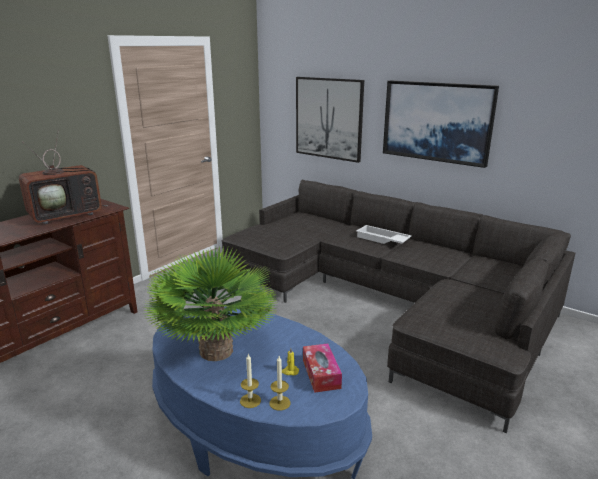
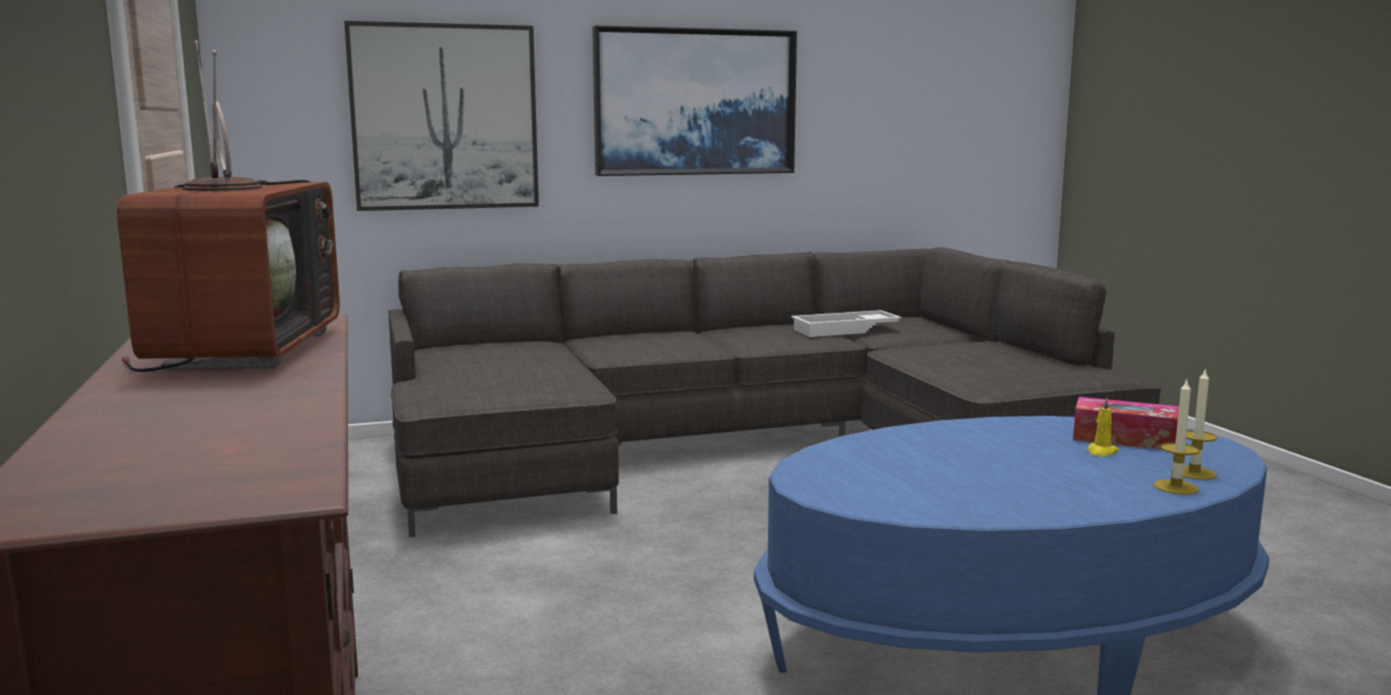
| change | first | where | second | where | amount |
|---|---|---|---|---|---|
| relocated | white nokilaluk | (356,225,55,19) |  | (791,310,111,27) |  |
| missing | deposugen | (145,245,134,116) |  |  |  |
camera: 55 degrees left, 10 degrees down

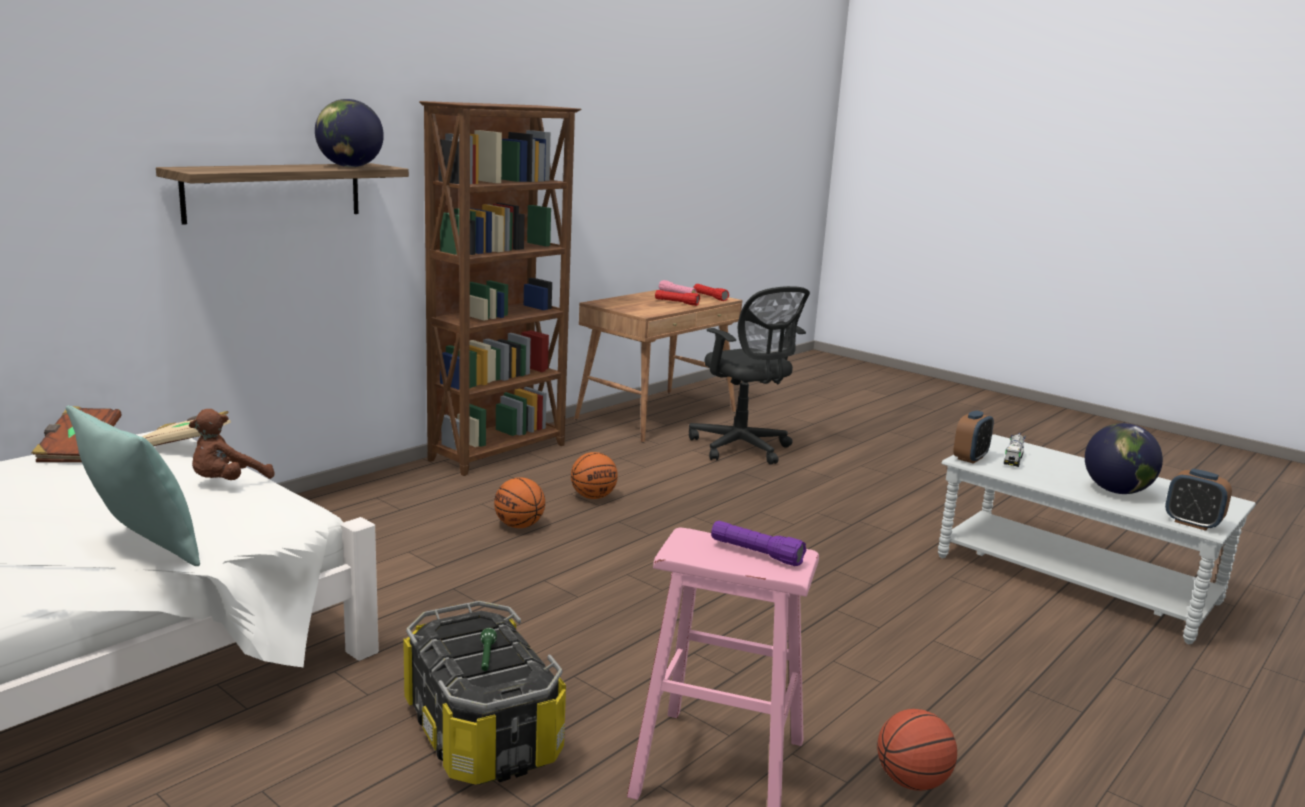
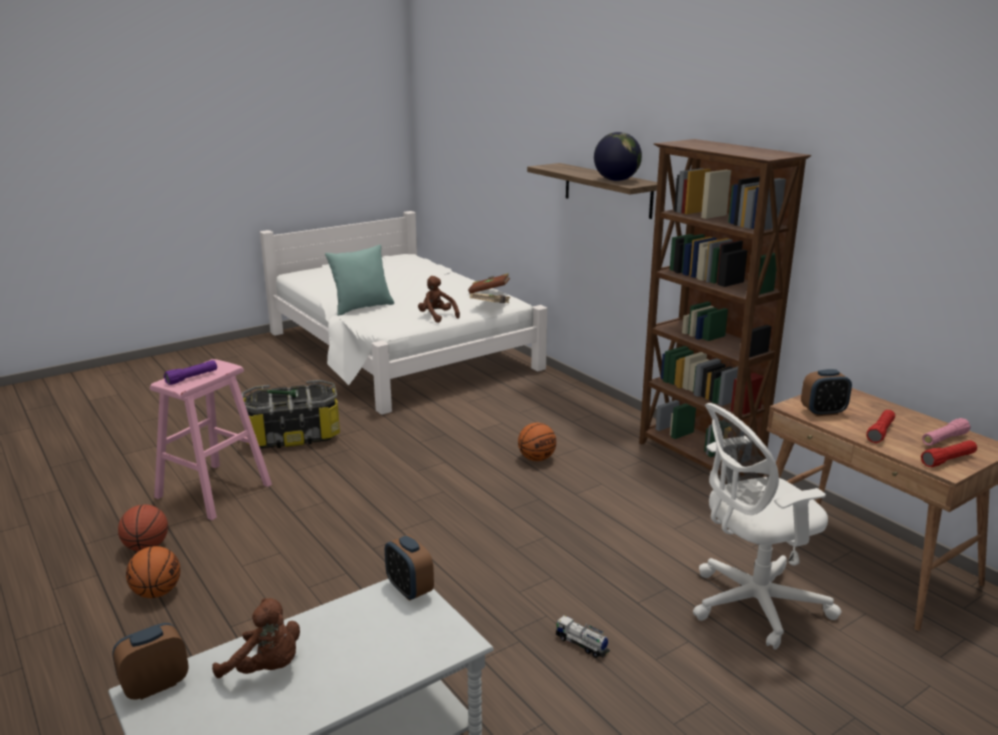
| change | first | where | second | where | amount |
|---|---|---|---|---|---|
| relocated | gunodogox | (571,452,47,47) |  | (126,546,54,52) |  |
| exchanged | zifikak | (1085,423,78,71) | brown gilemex | (212,598,88,80) |  |
| relocated | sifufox | (1004,433,22,34) |  | (556,615,54,43) |  |
| colour | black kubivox | (689,286,121,179) | white kubivox | (693,403,148,247) |  |
| appeared |  |  | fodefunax | (801,369,51,47) |  |
camera: 105 degrees right, 5 degrees up

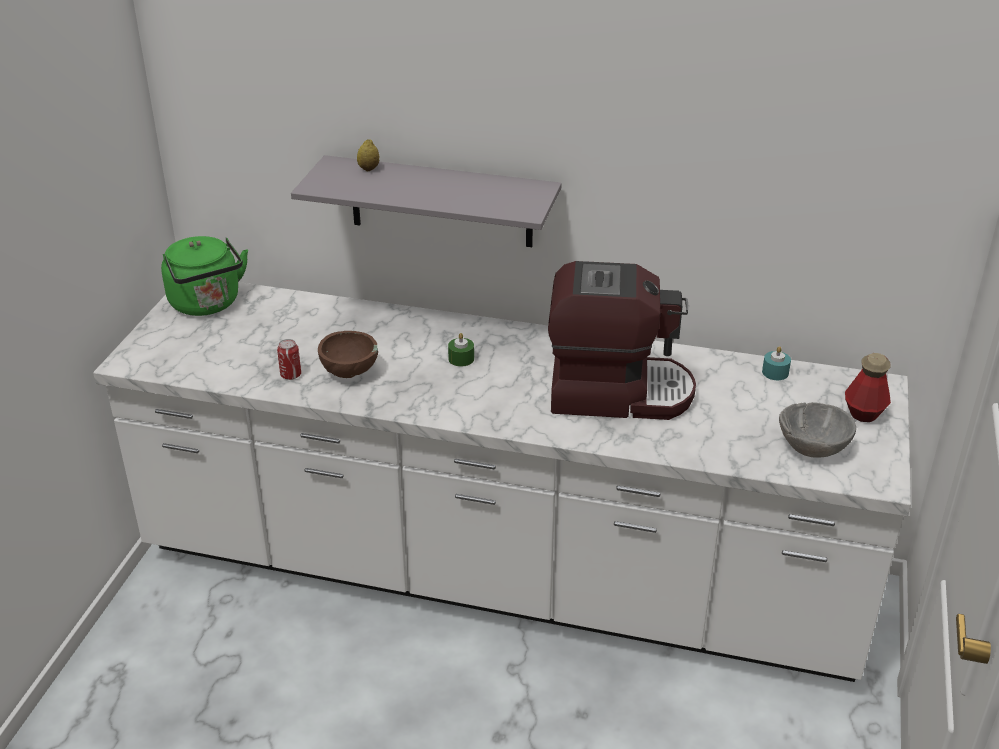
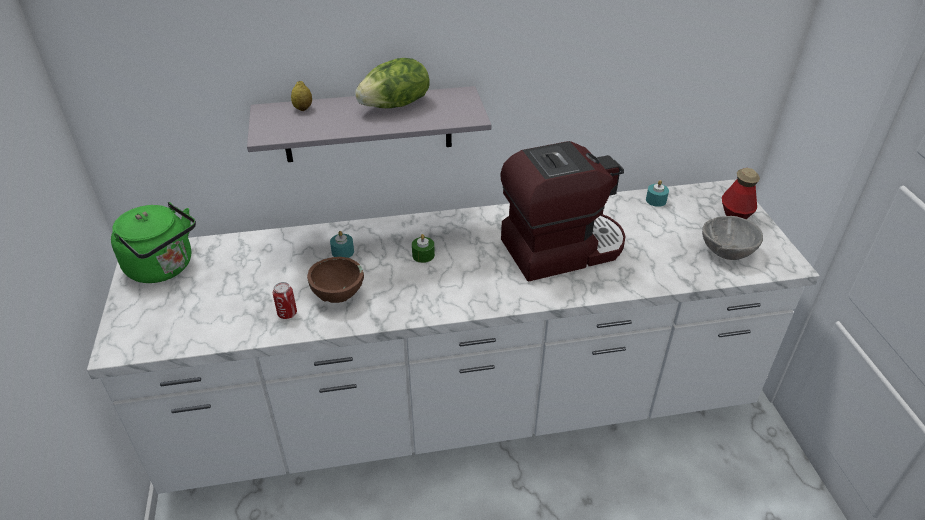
| change | first | where | second | where | amount |
|---|---|---|---|---|---|
| appeared |  |  | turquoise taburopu | (330,231,24,27) |  |
| appeared |  |  | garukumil | (355,58,75,50) |  |
camera: 25 degrees left, 5 degrees up

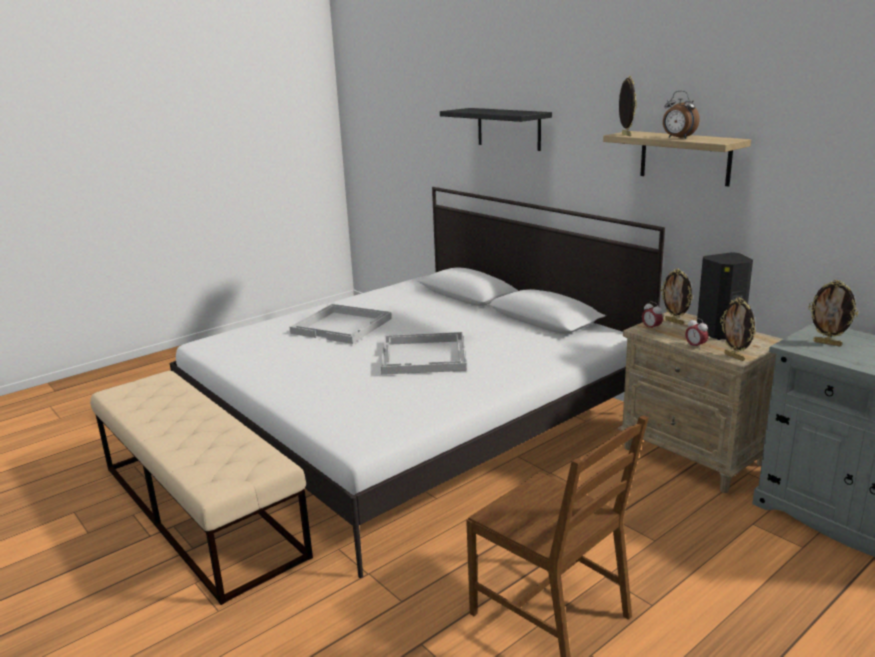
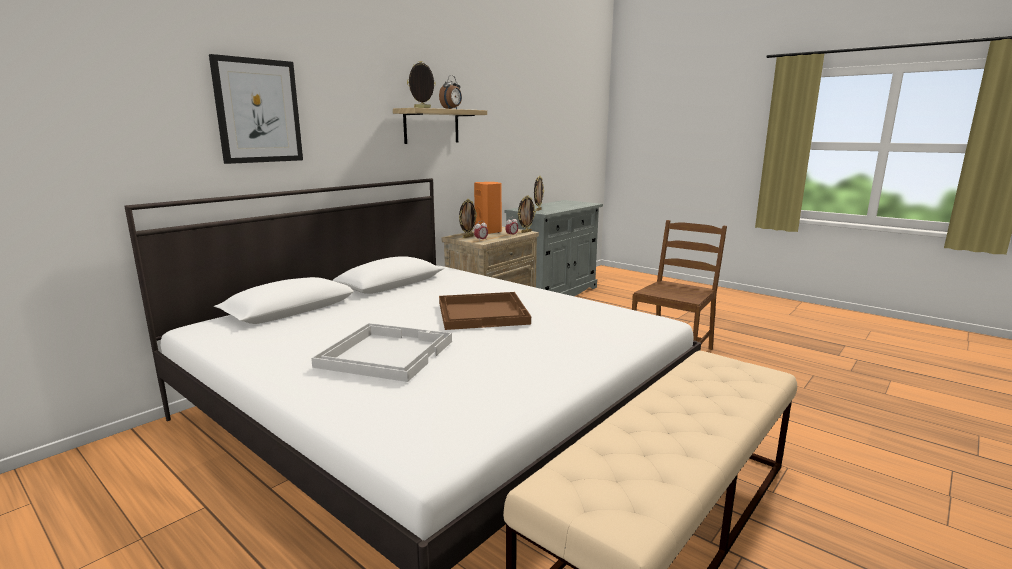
| change | first | where | second | where | amount |
|---|---|---|---|---|---|
| exchanged | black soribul | (440,108,112,43) | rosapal | (209,54,94,110) |  |
| colour | white nokilaluk | (381,332,86,43) | brown nokilaluk | (439,292,92,38) |  |
| colour | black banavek | (697,252,56,88) | orange banavek | (474,182,28,52) |  |
camera: 100 degrees left, 5 degrees down

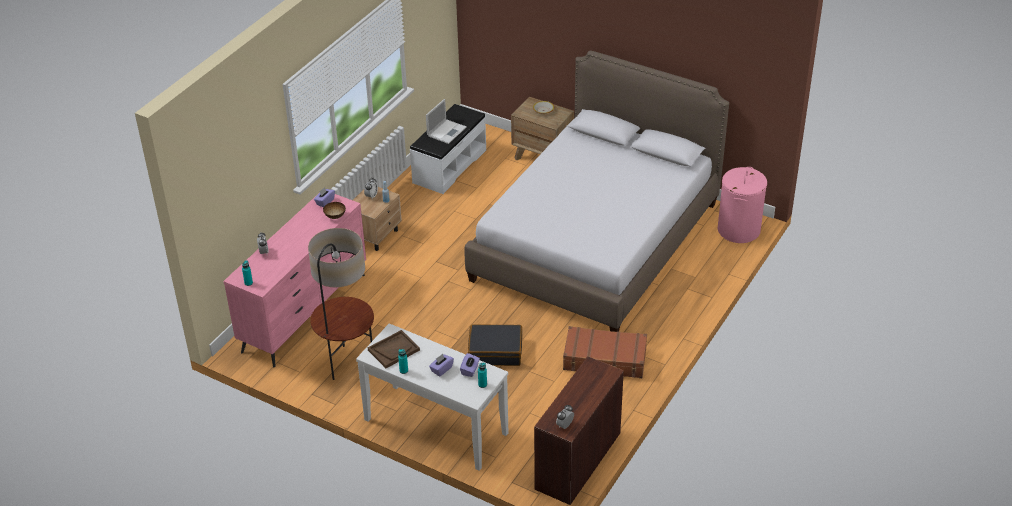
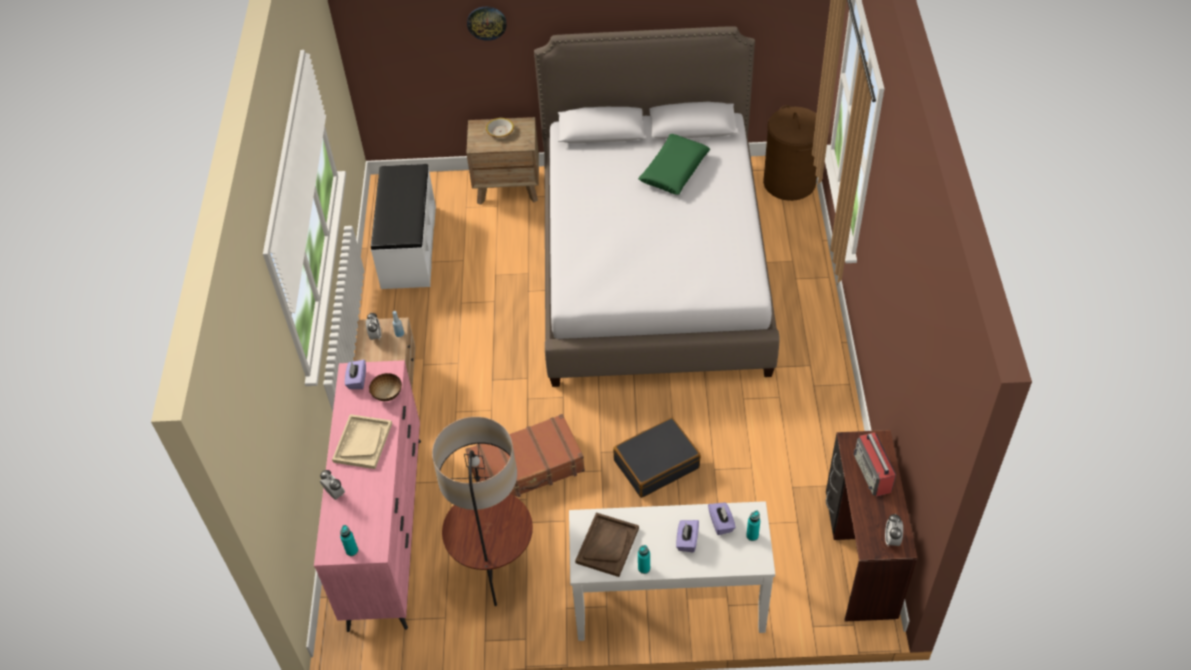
| change | first | where | second | where | amount |
|---|---|---|---|---|---|
| appeared |  |  | beige nokilaluk | (332,414,60,55) |  |
| relocated | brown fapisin | (563,326,84,52) |  | (465,414,120,83) |  |
| appeared |  |  | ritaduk | (467,7,39,34) |  |
| appeared |  |  | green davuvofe | (638,134,72,61) |  |
| colour | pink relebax | (718,167,49,76) | brown relebax | (763,105,54,96) |  |
| appeared |  |  | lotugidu | (854,432,42,65) |  |
| missing | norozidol | (426,99,40,45) |  |  |  |
camera: 30 degrees left, 10 degrees up

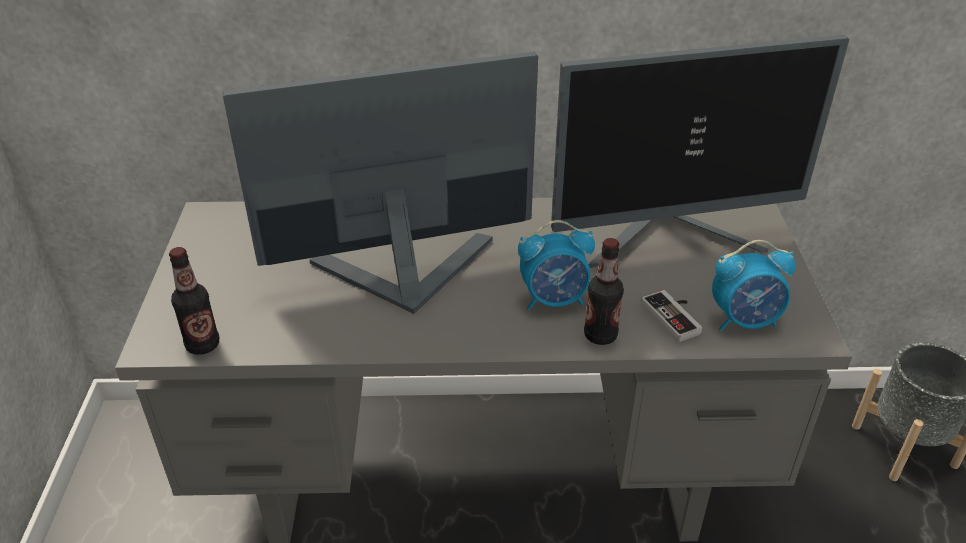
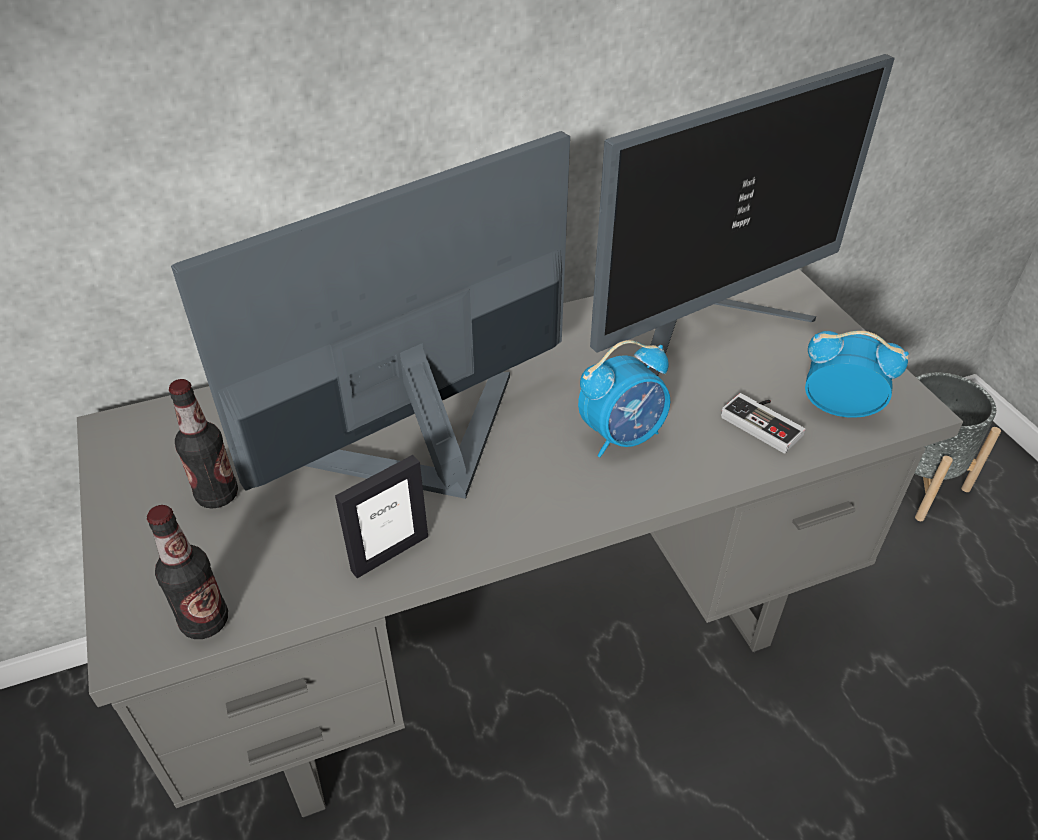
| change | first | where | second | where | amount |
|---|---|---|---|---|---|
| relocated | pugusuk | (584,238,40,107) |  | (169,379,69,130) |  |
| appeared |  |  | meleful | (335,455,93,123) |  |
| spun | fodefunax | (712,240,84,91) |  | (805,331,104,87) | 135 degrees counterclockwise |
camera: 20 degrees left, 5 degrees up

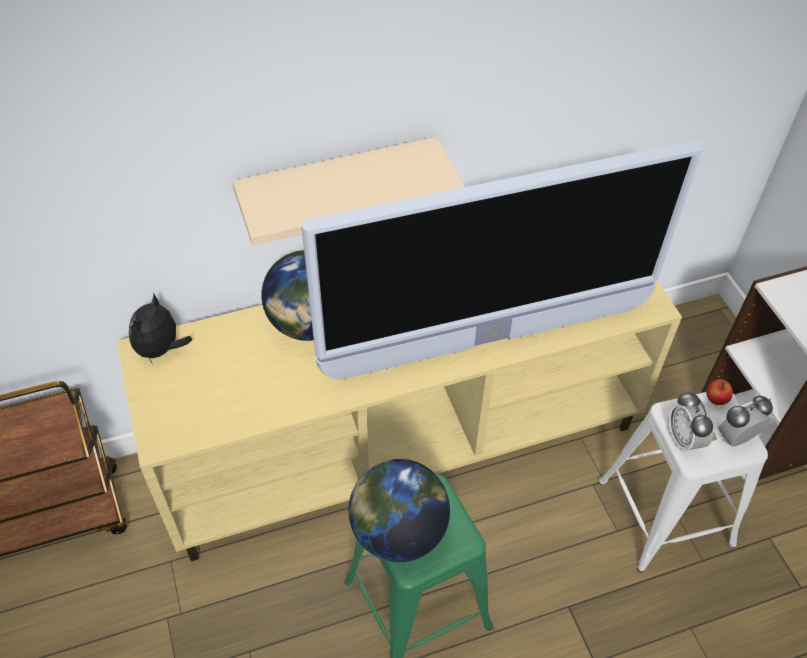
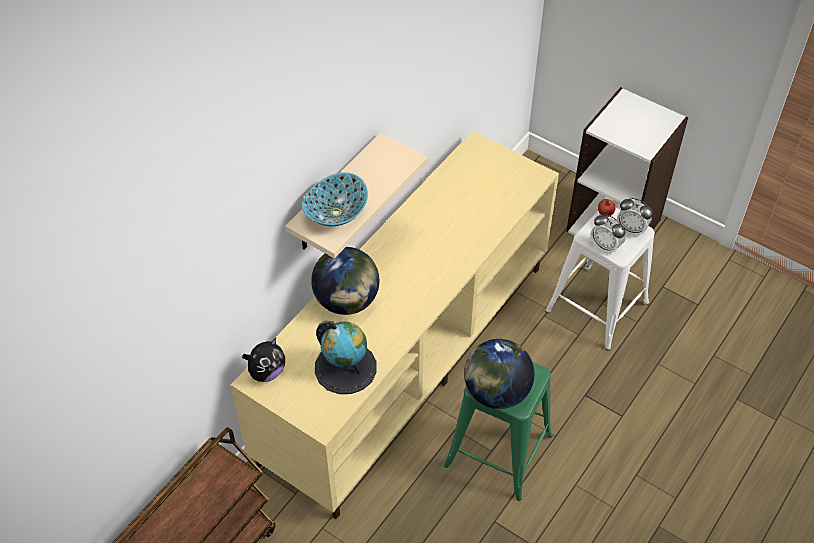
| change | first | where | second | where | amount |
|---|---|---|---|---|---|
| spun | gilemex | (129,293,63,71) |  | (242,338,43,44) | 120 degrees counterclockwise |
| appeared |  |  | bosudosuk | (302,172,66,54) |  |
| appeared |  |  | zifikak | (315,321,62,73) |  |
| spun | fodefunax | (717,396,56,51) |  | (617,198,36,39) | 90 degrees counterclockwise |
| missing | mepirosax | (301,140,402,239) |  |  |  |
camera: 35 degrees left, 0 degrees up

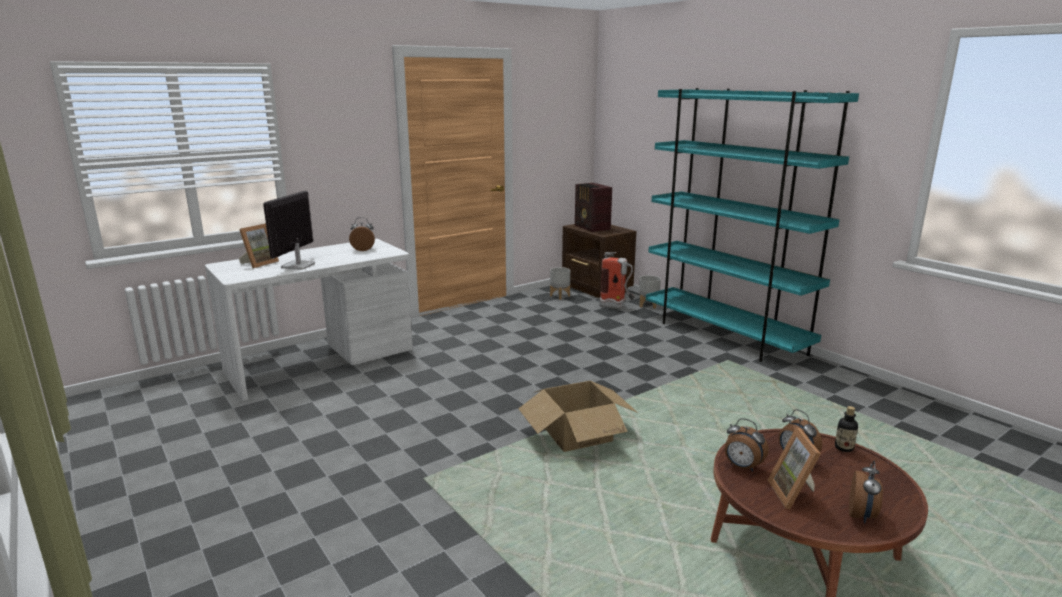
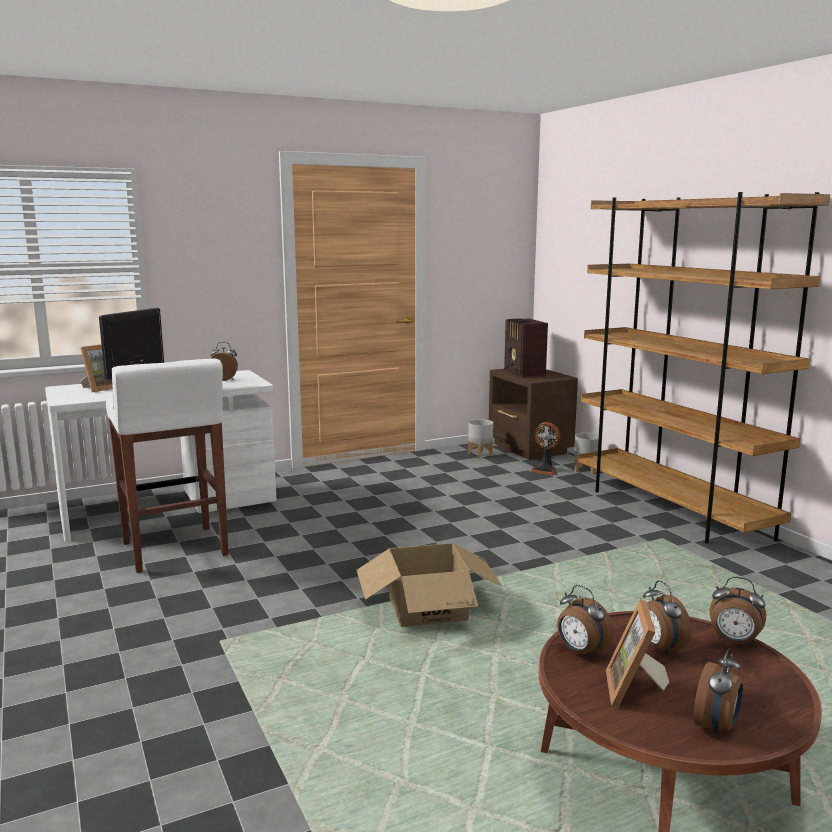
| change | first | where | second | where | amount |
|---|---|---|---|---|---|
| appeared |  |  | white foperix | (106,359,123,214) |  |
| exchanged | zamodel | (599,252,36,57) | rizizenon | (529,422,32,54) |  |
| colour | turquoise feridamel | (646,88,213,274) | brown feridamel | (577,192,253,352) |  |
| exchanged | pugusuk | (835,406,23,46) | fodefunax | (709,577,57,69) |  |
camera: 10 degrees right, 5 degrees down

